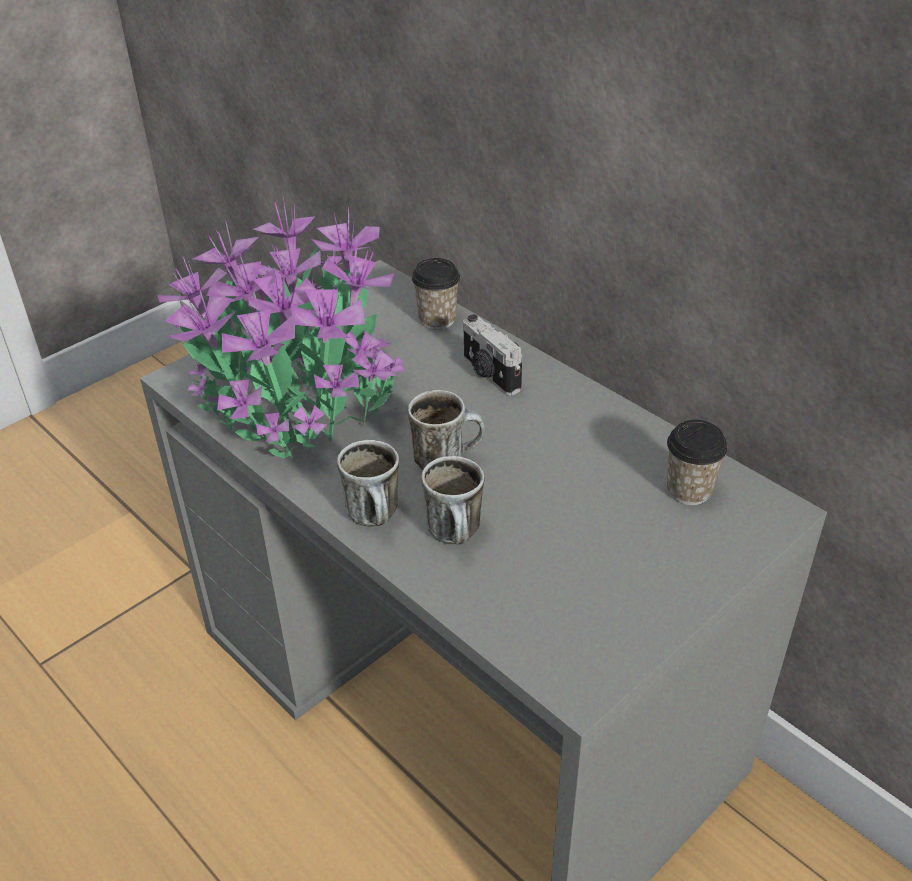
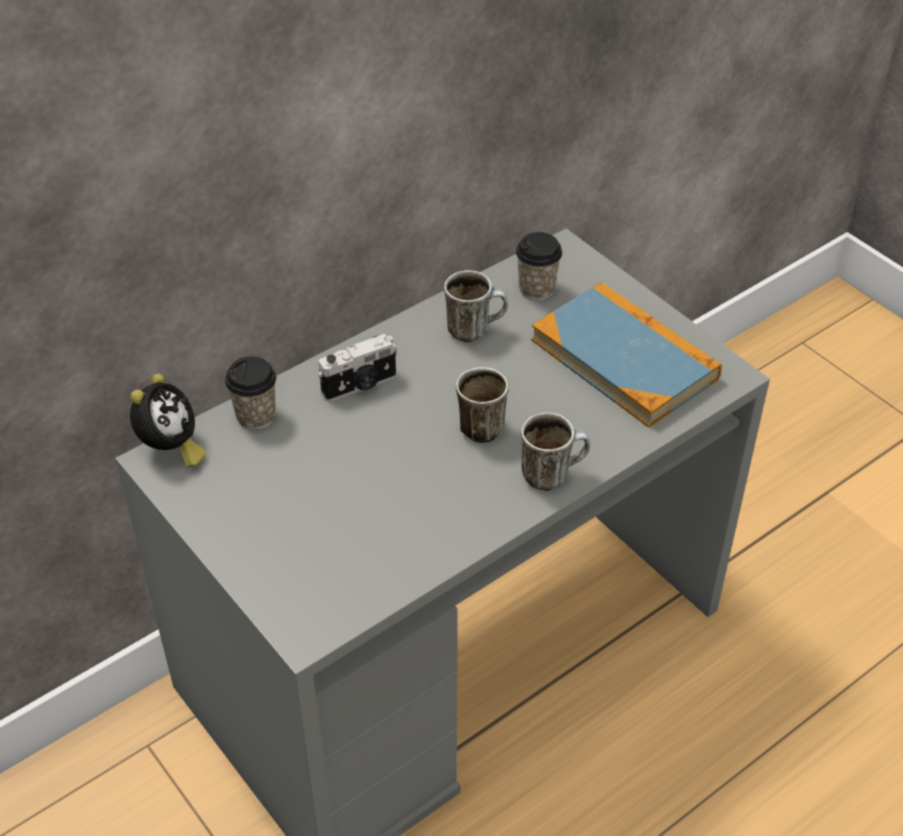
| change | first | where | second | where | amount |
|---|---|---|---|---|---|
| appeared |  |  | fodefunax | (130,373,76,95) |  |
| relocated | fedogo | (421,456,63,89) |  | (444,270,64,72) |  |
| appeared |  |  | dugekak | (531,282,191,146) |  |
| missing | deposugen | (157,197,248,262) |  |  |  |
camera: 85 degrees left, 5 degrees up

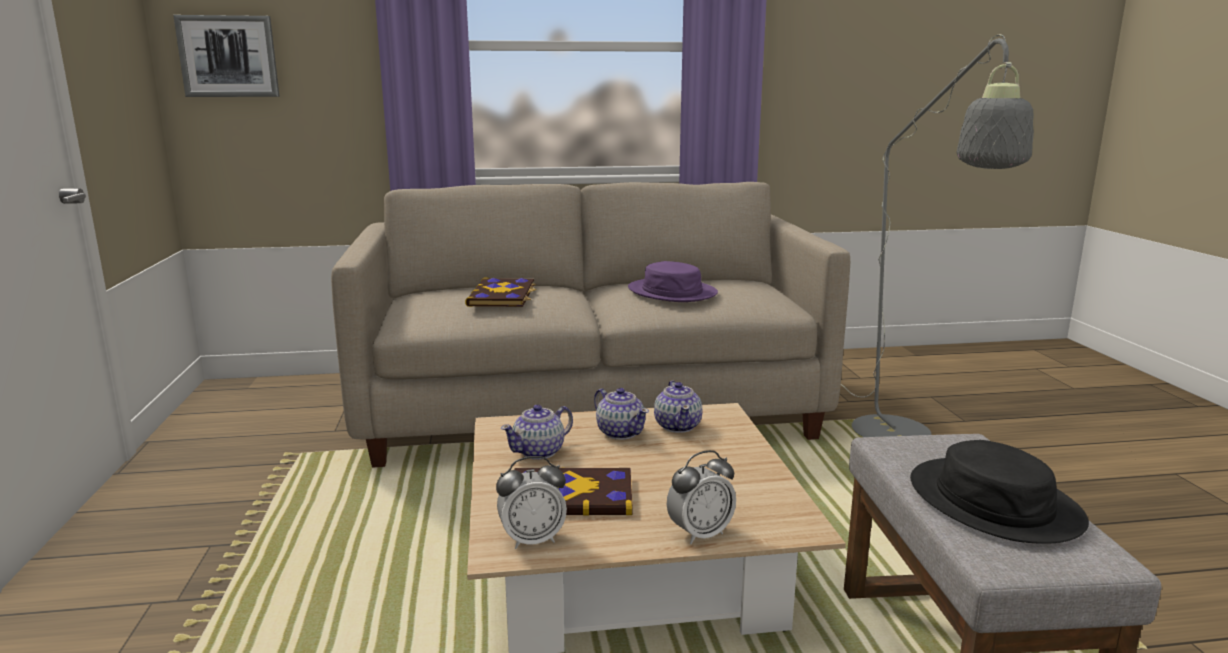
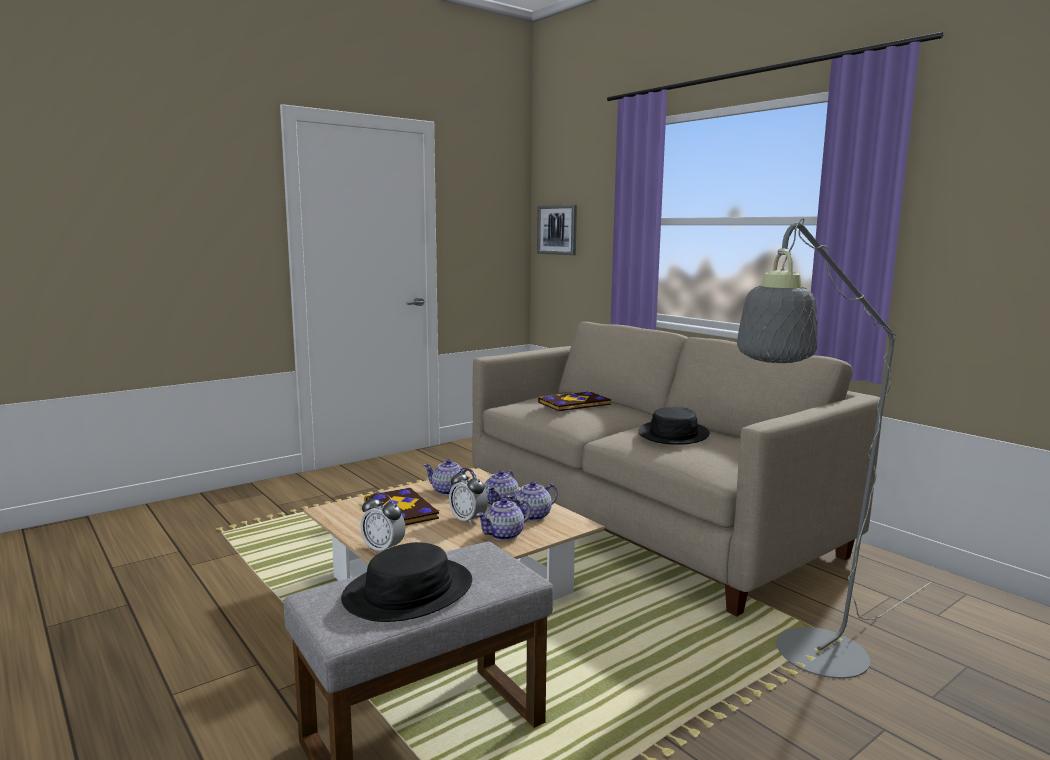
| change | first | where | second | where | amount |
|---|---|---|---|---|---|
| relocated | fodefunax | (496,456,71,93) |  | (449,468,39,57) |  |
| appeared |  |  | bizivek | (476,498,55,43) |  |
| colour | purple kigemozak | (628,261,90,41) | black kigemozak | (638,407,72,38) |  |
camera: 60 degrees right, 5 degrees down

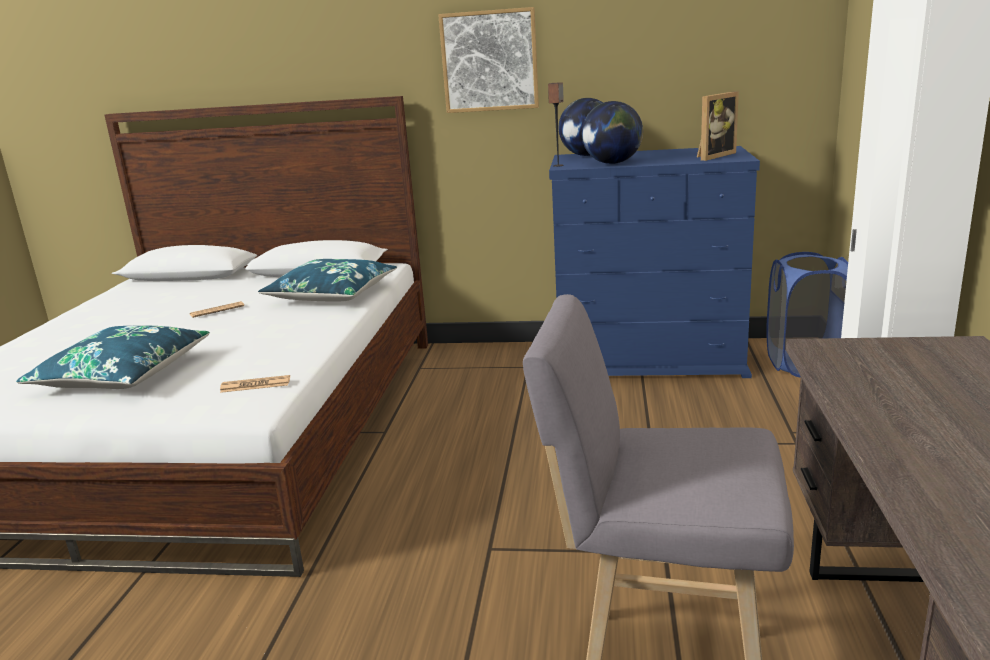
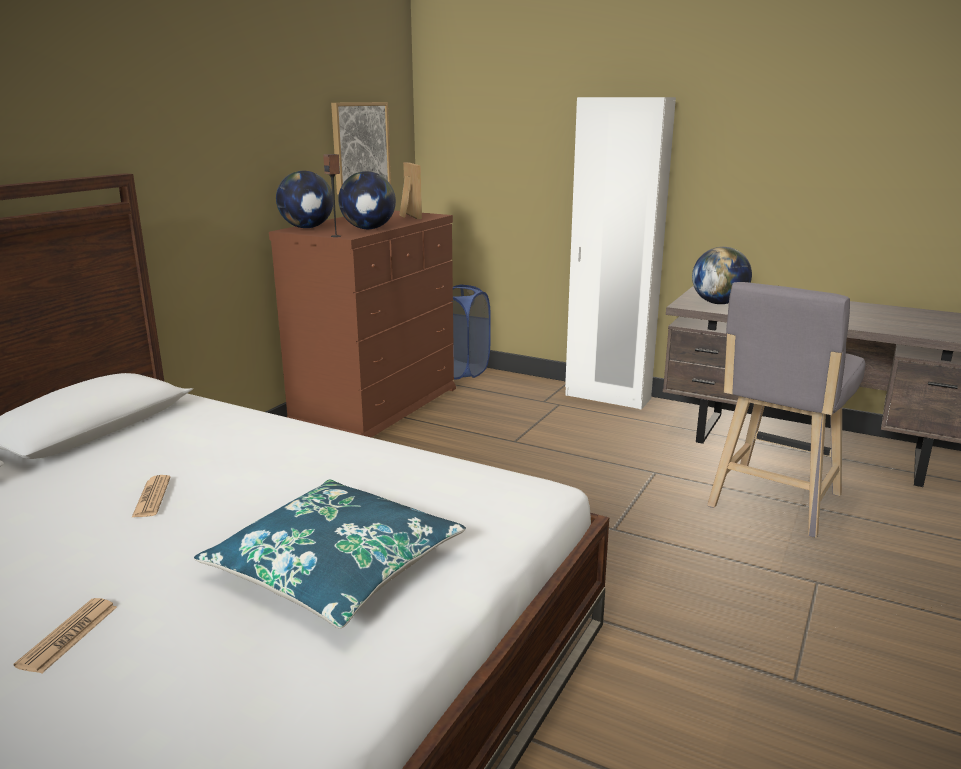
| change | first | where | second | where | amount |
|---|---|---|---|---|---|
| relocated | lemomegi | (220,375,70,18) |  | (14,598,103,75) |  |
| colour | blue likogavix | (549,146,211,232) | brown likogavix | (269,211,187,226) |  |
| relocated | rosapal | (438,7,101,106) |  | (331,102,60,93) |  |
| appeared |  |  | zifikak | (692,247,60,57) |  |
| missing | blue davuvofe | (258,259,139,42) |  |  |  |
camera: 70 degrees left, 0 degrees up

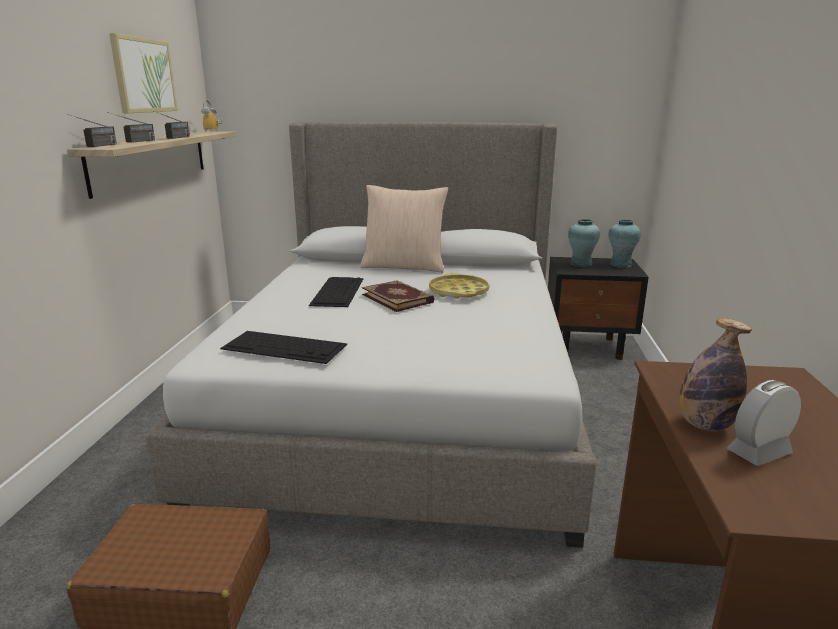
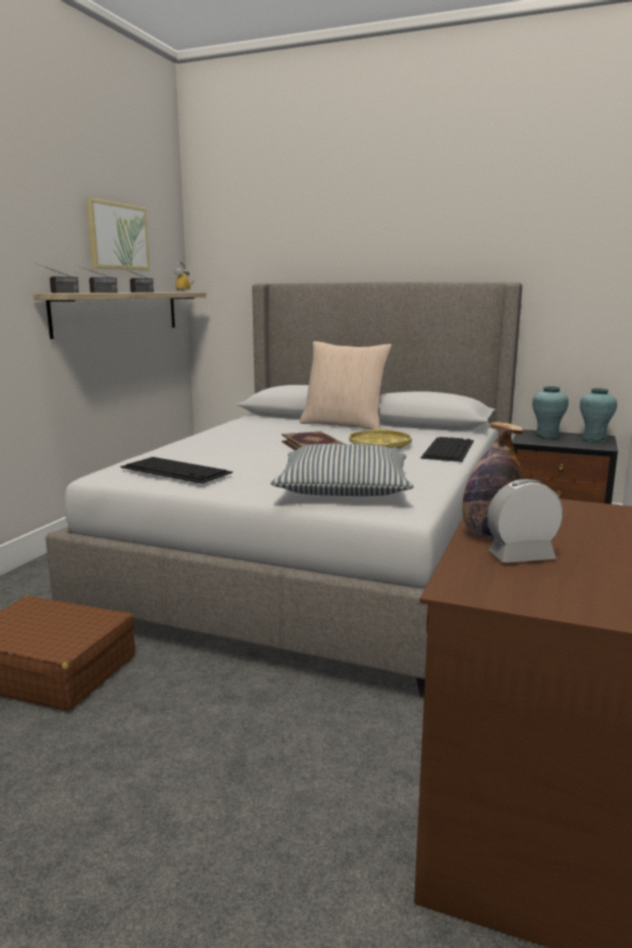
| change | first | where | second | where | amount |
|---|---|---|---|---|---|
| appeared |  |  | davuvofe | (271,444,142,52) |  |
| relocated | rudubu | (309,277,55,30) |  | (421,437,53,25) |  |
camera: 15 degrees right, 5 degrees down

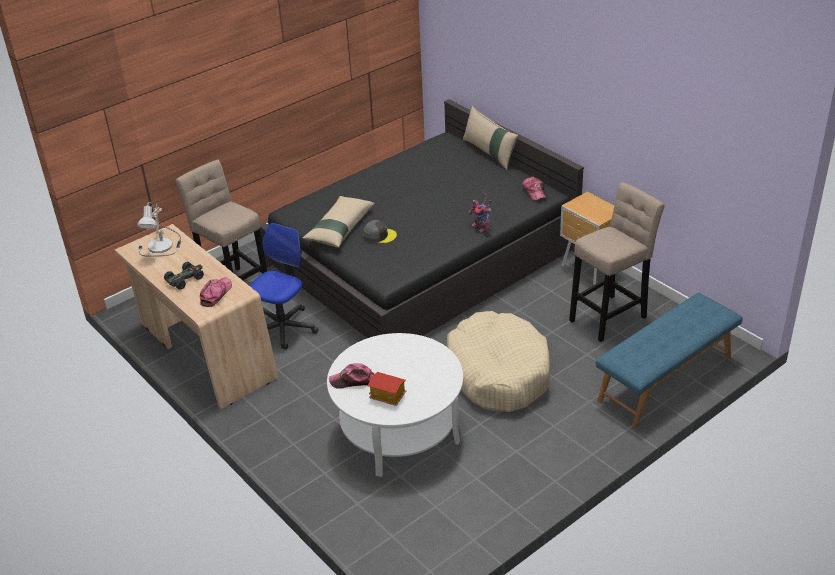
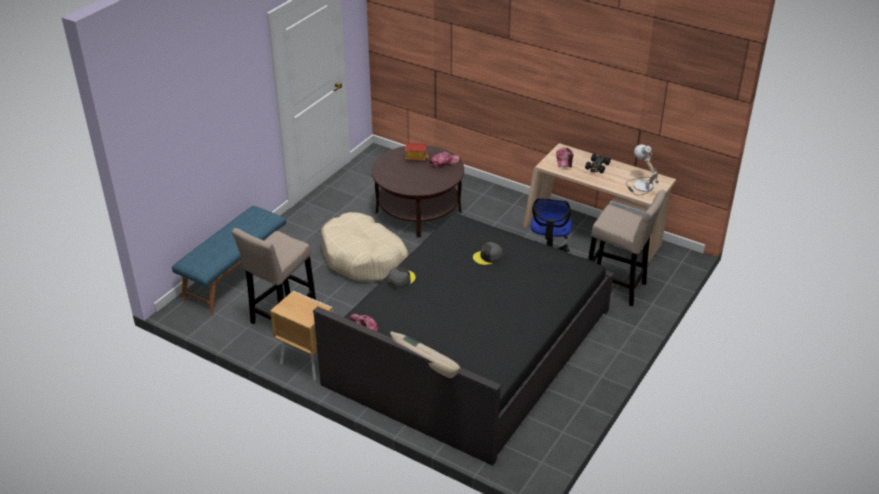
| change | first | where | second | where | amount |
|---|---|---|---|---|---|
| colour | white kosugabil | (327,333,136,144) | brown kosugabil | (372,145,92,92) |  |
| exchanged | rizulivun | (469,192,23,41) | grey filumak | (387,267,28,23) |  |
| missing | beige davuvofe | (302,196,73,52) |  |  |  |
camera: 160 degrees right, 0 degrees up

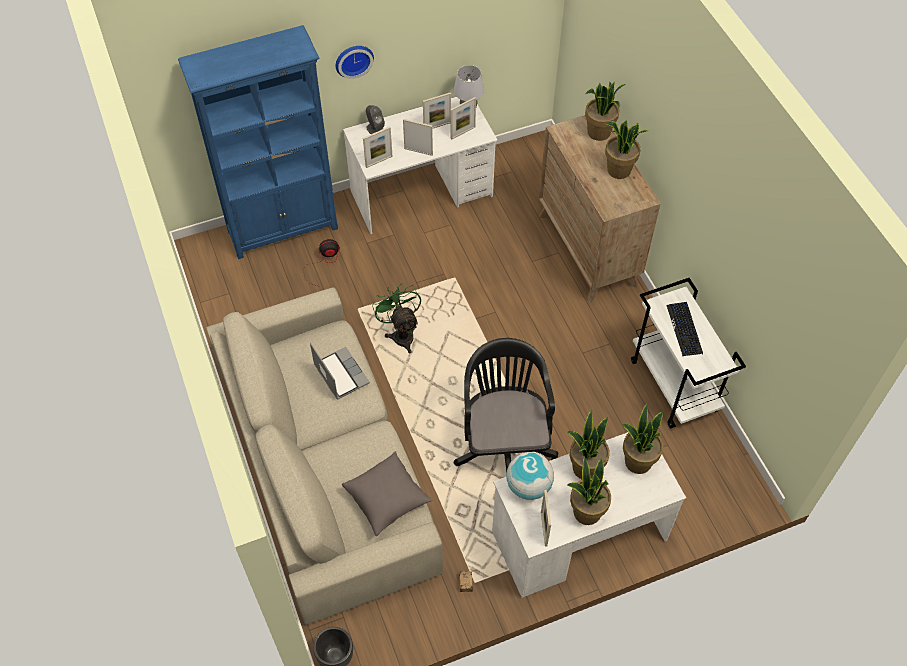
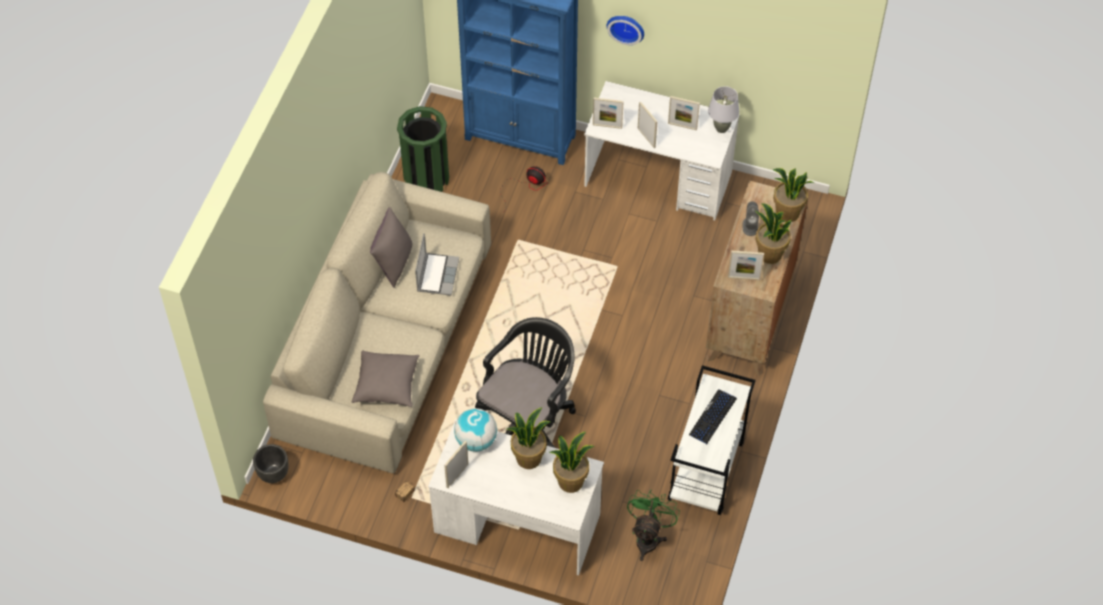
| change | first | where | second | where | amount |
|---|---|---|---|---|---|
| appeared |  |  | grey davuvofe | (370,207,42,81) |  |
| appeared |  |  | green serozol | (397,106,52,86) |  |
| relocated | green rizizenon | (372,283,49,70) |  | (627,490,53,71) |  |
| relocated | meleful | (450,97,26,43) |  | (728,251,36,29) |  |
| relocated | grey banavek | (366,105,19,29) |  | (742,202,17,34) |  |
| missing | deposugen | (567,456,44,69) |  |  |  |
camera: 40 degrees right, 0 degrees up

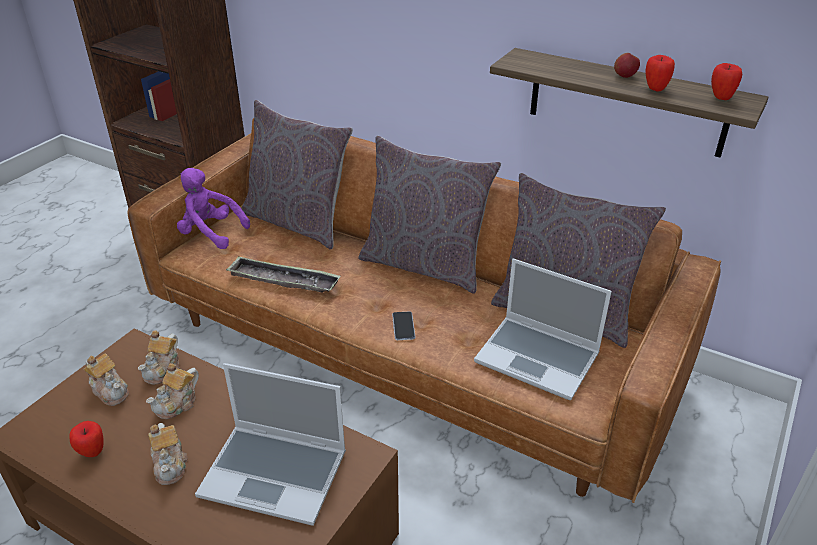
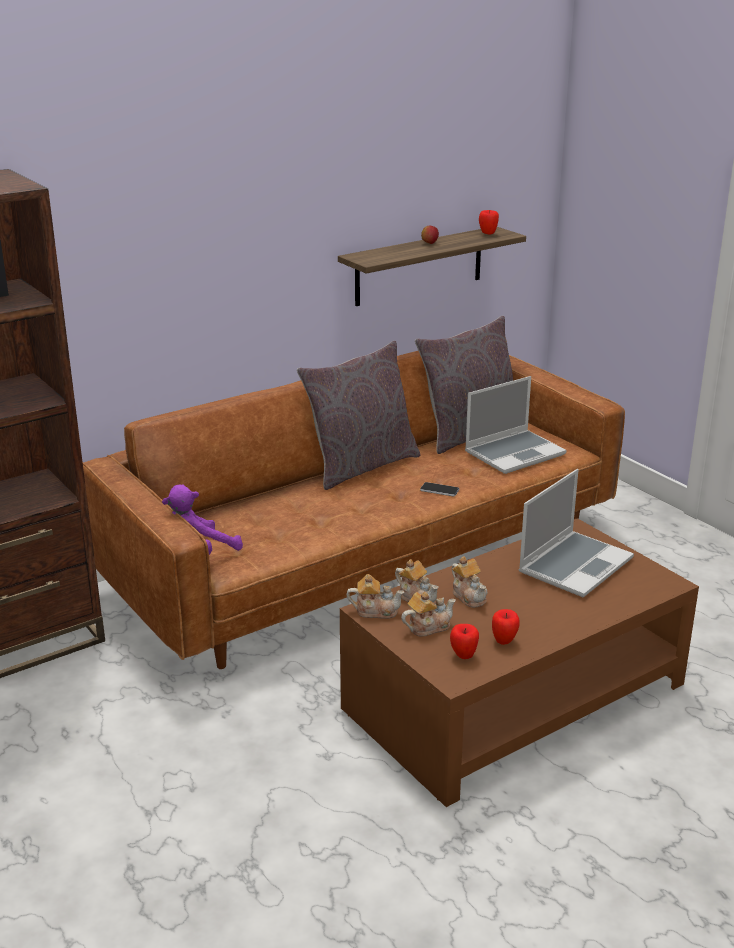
| change | first | where | second | where | amount |
|---|---|---|---|---|---|
| relocated | bizivek | (148,423,40,62) |  | (346,574,58,45) |  |
| relocated | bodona | (646,55,29,36) |  | (450,624,29,35) |  |
| missing | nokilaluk | (226,256,115,37) |  |  |  |
| missing | grey davuvofe | (241,100,112,149) |  |  |  |
camera: 65 degrees left, 10 degrees down

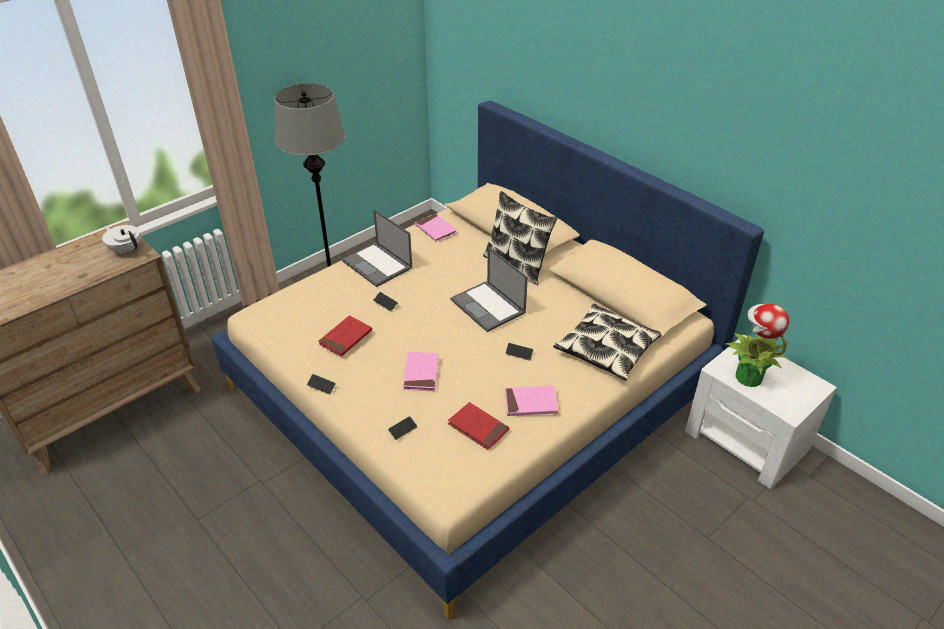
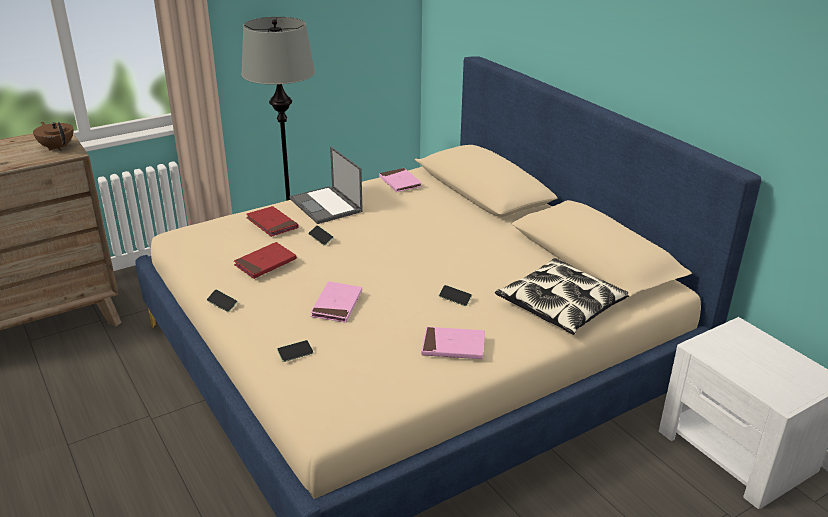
| change | first | where | second | where | amount |
|---|---|---|---|---|---|
| colour | white bizivek | (102,225,38,29) | brown bizivek | (33,122,41,29) |  |
| relocated | red dugekak | (448,402,61,48) |  | (246,206,52,31) |  |
| missing | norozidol | (451,247,77,85) |  |  |  |
| missing | davuvofe | (483,191,74,94) |  |  |  |
| missing | deposugen | (725,304,65,83) |  |  |  |
camera: 10 degrees right, 10 degrees down

